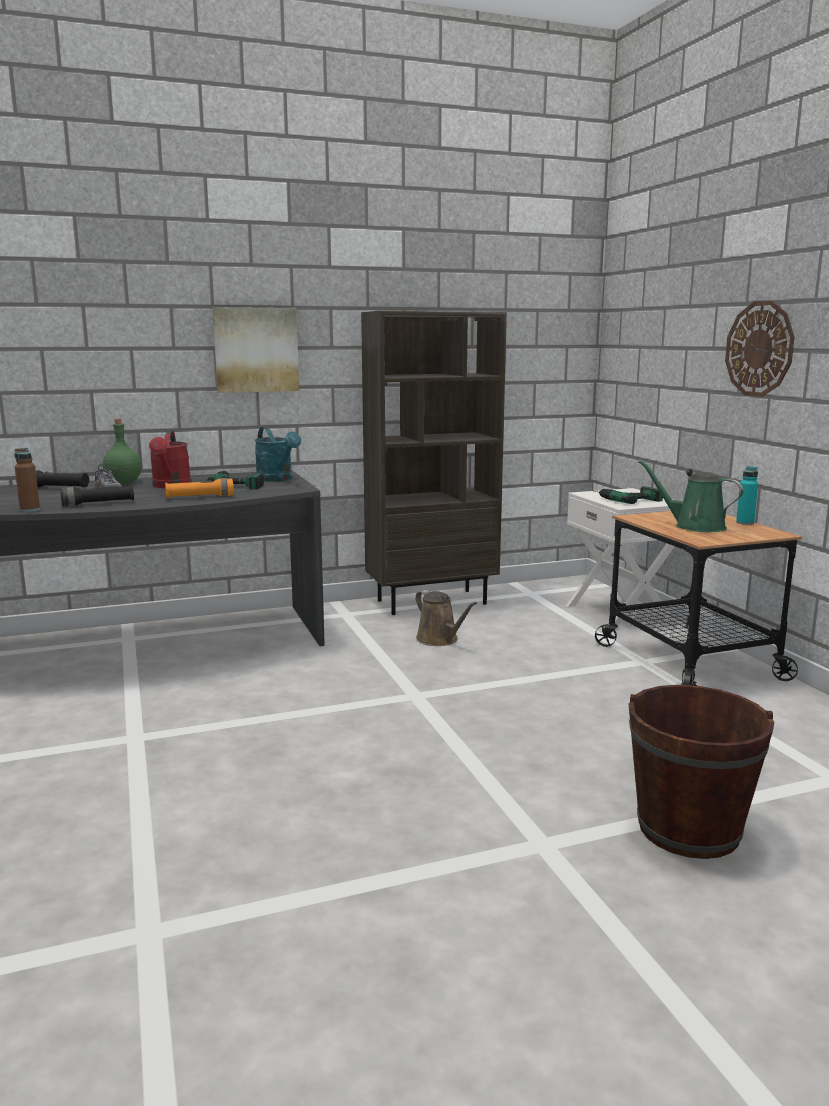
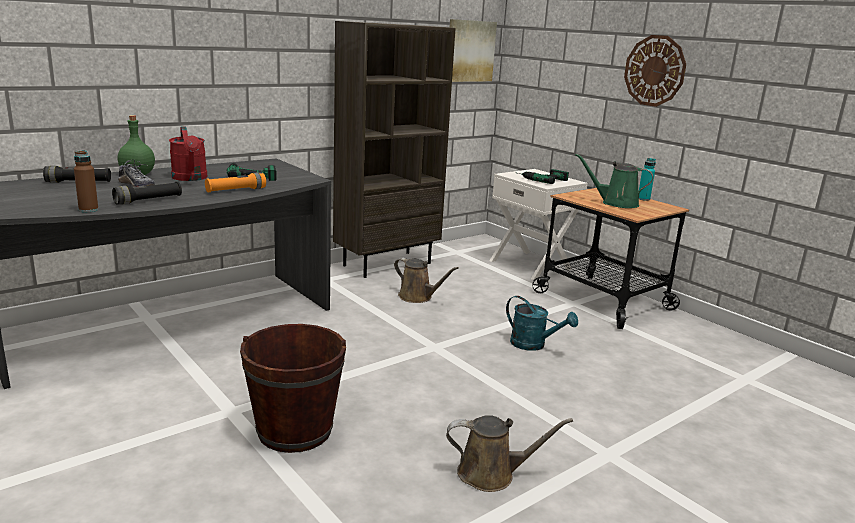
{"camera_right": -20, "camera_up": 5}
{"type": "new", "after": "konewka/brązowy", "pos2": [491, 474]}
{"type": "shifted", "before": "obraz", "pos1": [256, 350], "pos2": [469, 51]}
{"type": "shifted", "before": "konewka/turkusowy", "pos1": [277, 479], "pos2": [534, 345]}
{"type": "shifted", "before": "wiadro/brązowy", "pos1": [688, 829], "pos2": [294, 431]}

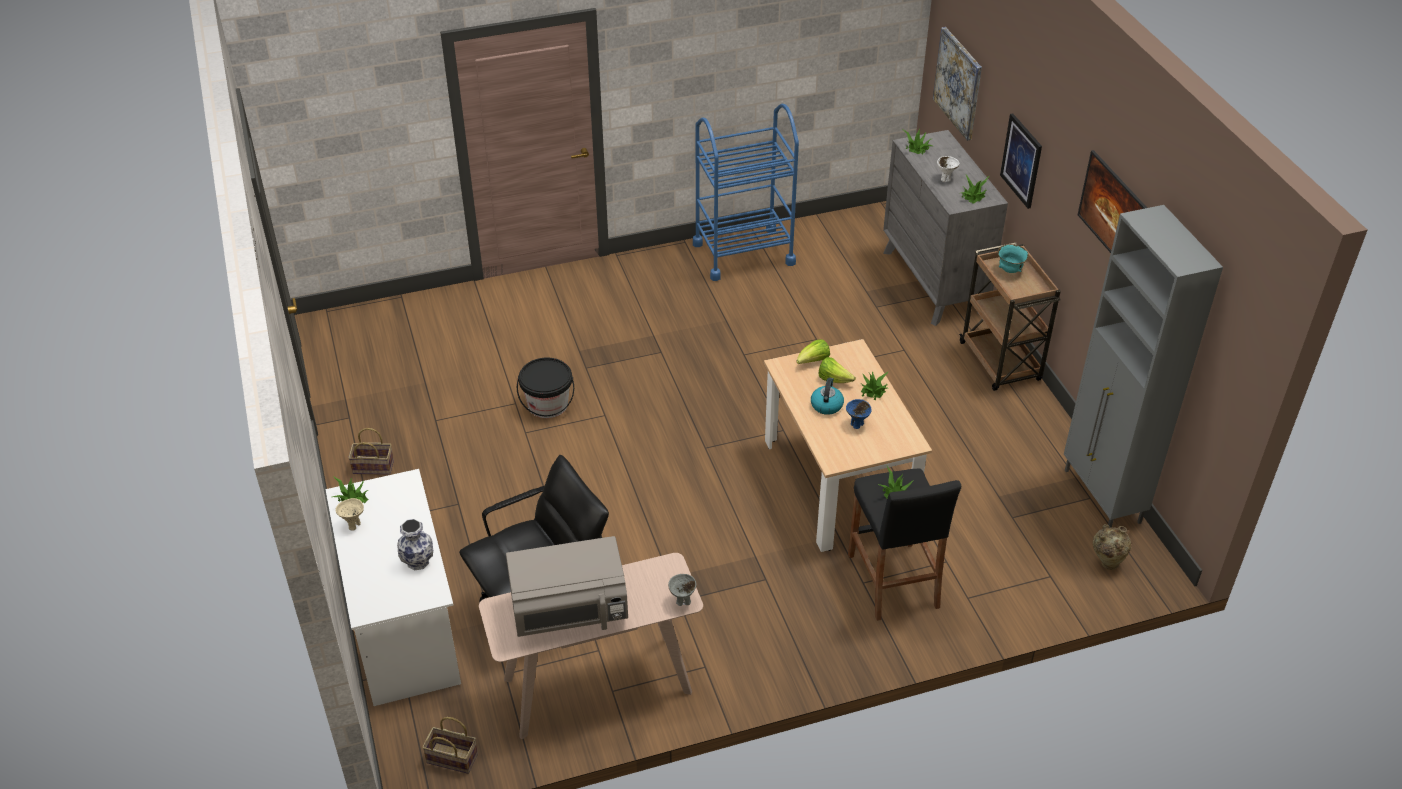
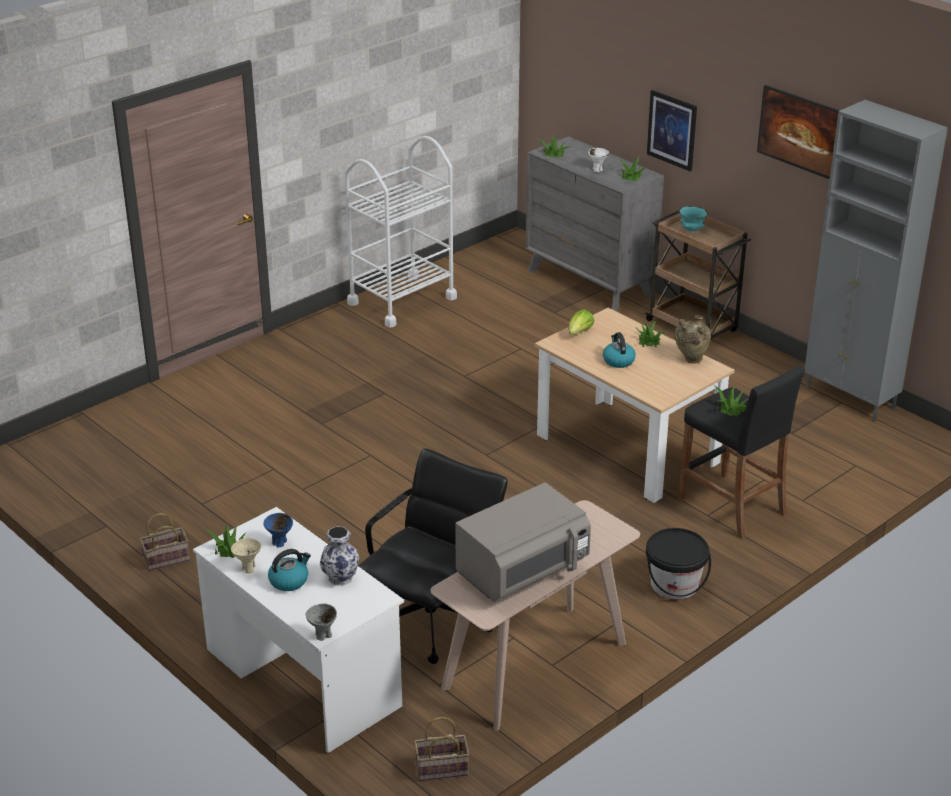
{"camera_right": -25, "camera_up": -10}
{"type": "gone", "before": "sałata", "pos1": [834, 379]}
{"type": "gone", "before": "obraz", "pos1": [958, 83]}
{"type": "new", "after": "czajnik", "pos2": [289, 580]}
{"type": "shifted", "before": "wiadro/czarny", "pos1": [548, 404], "pos2": [674, 584]}
{"type": "shifted", "before": "miska/szary", "pos1": [683, 601], "pos2": [323, 636]}
{"type": "shifted", "before": "miska/niebieski", "pos1": [857, 424], "pos2": [280, 543]}
{"type": "shifted", "before": "wazon/beżowy", "pos1": [1106, 563], "pos2": [690, 360]}
{"type": "repainted", "before": "wózek/niebieski", "after": "wózek/biały", "pos1": [743, 253], "pos2": [402, 300]}

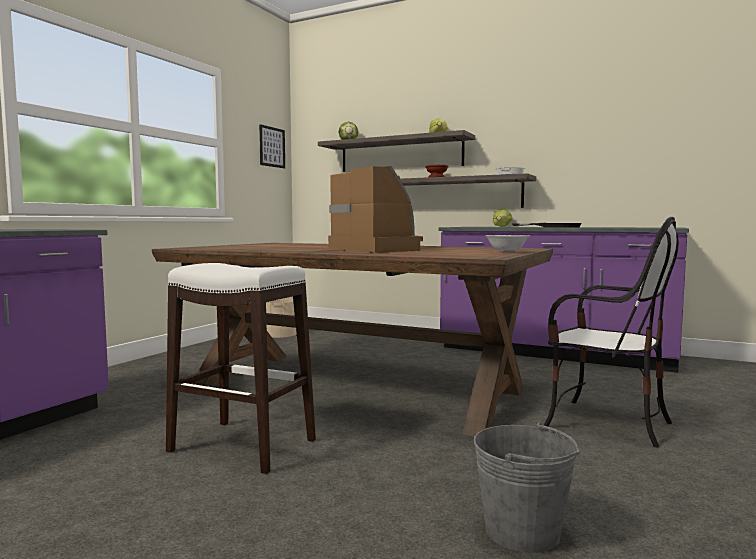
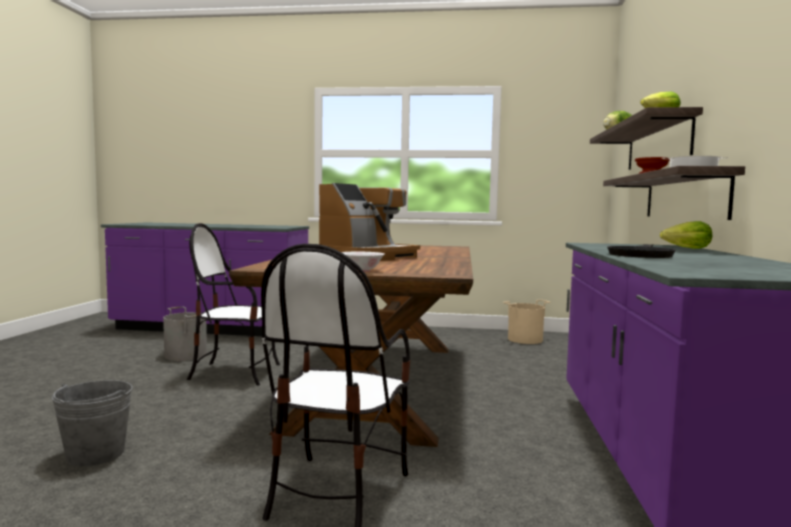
{"camera_right": 70, "camera_up": 0}
{"type": "gone", "before": "obraz", "pos1": [272, 147]}
{"type": "new", "after": "wiadro/szary", "pos2": [185, 355]}
{"type": "swapped", "before": "stołek/biały", "after": "krzesło", "pos1": [241, 445], "pos2": [236, 372]}

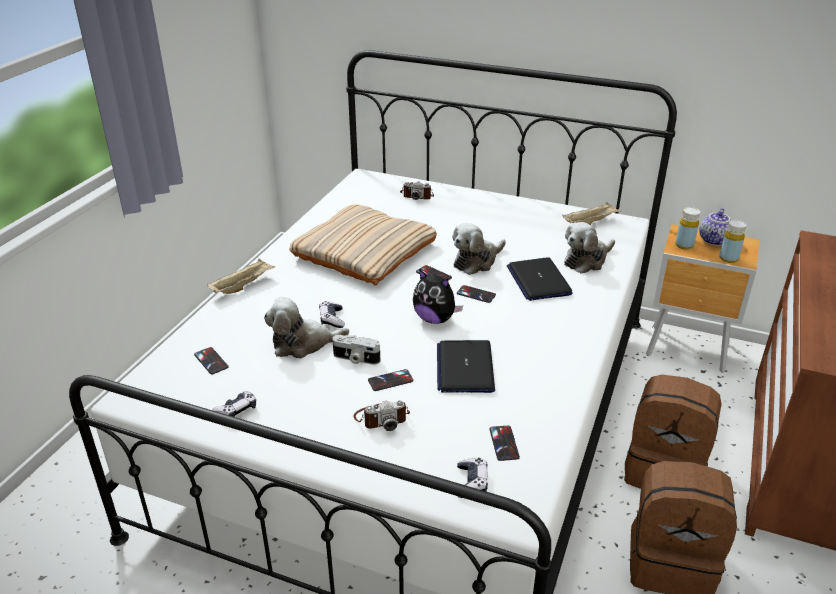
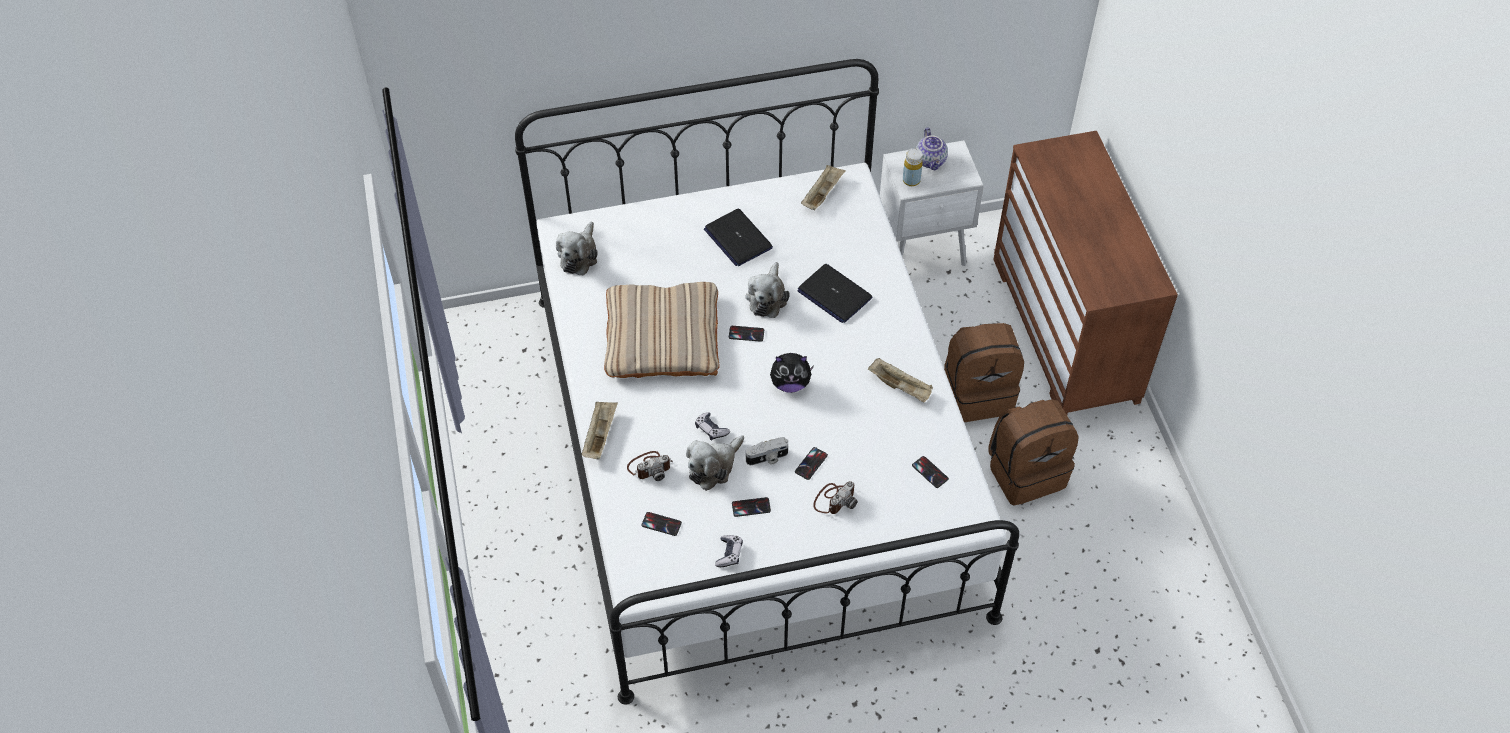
{"camera_right": -35, "camera_up": 20}
{"type": "gone", "before": "pad do gier", "pos1": [471, 482]}
{"type": "gone", "before": "butelka/żółty", "pos1": [728, 258]}
{"type": "new", "after": "taca/beżowy", "pos2": [900, 387]}
{"type": "shifted", "before": "aparat fotograficzny", "pos1": [417, 195], "pos2": [650, 467]}
{"type": "shifted", "before": "laptop", "pos1": [465, 367], "pos2": [737, 238]}
{"type": "shifted", "before": "telefon", "pos1": [476, 294], "pos2": [751, 507]}
{"type": "shifted", "before": "pluszak", "pos1": [587, 260], "pos2": [579, 255]}
{"type": "repainted", "before": "szafka nocna/brązowy", "after": "szafka nocna/biały", "pos1": [689, 350], "pos2": [924, 253]}

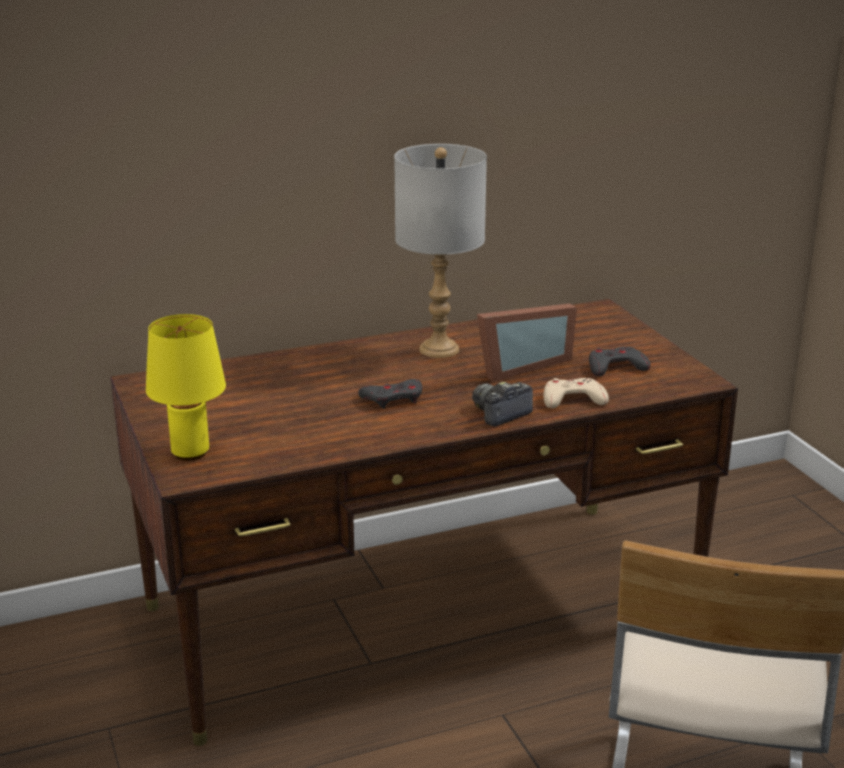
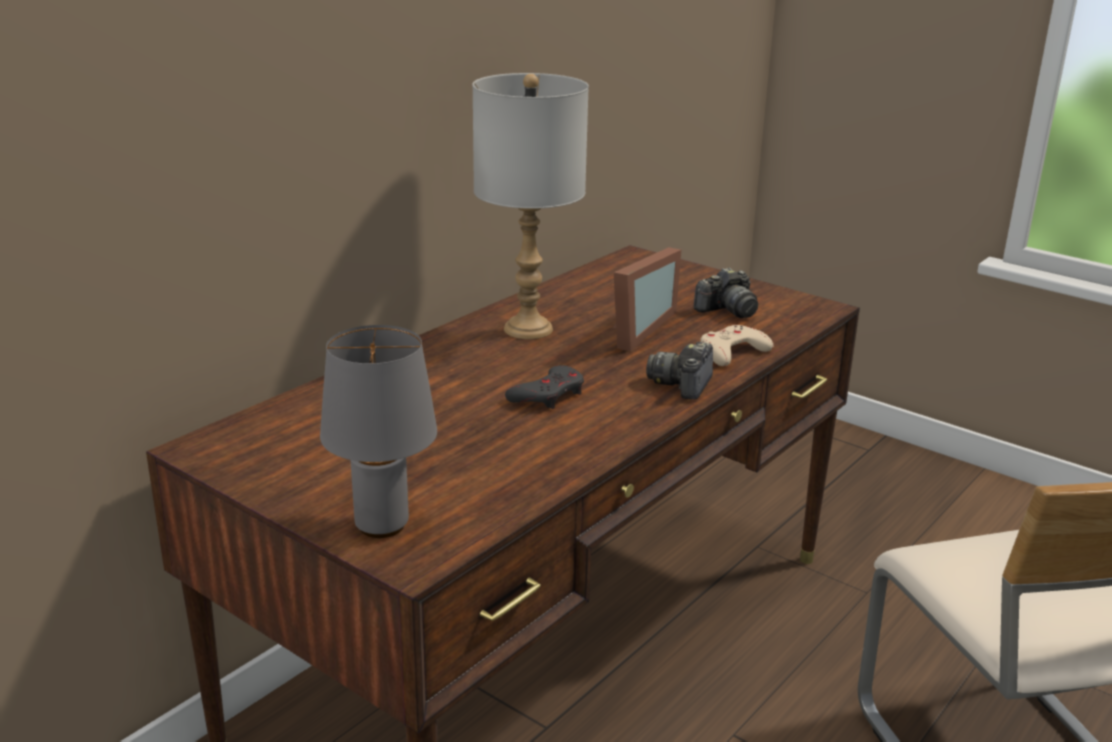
{"camera_right": -30, "camera_up": 0}
{"type": "swapped", "before": "pad do gier/szary", "after": "aparat fotograficzny", "pos1": [615, 367], "pos2": [727, 310]}
{"type": "repainted", "before": "lampa stołowa/żółty", "after": "lampa stołowa/szary", "pos1": [191, 452], "pos2": [382, 524]}

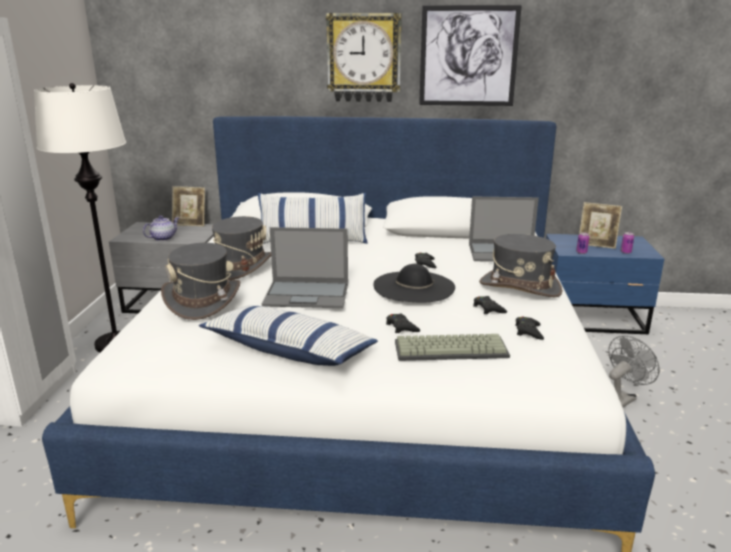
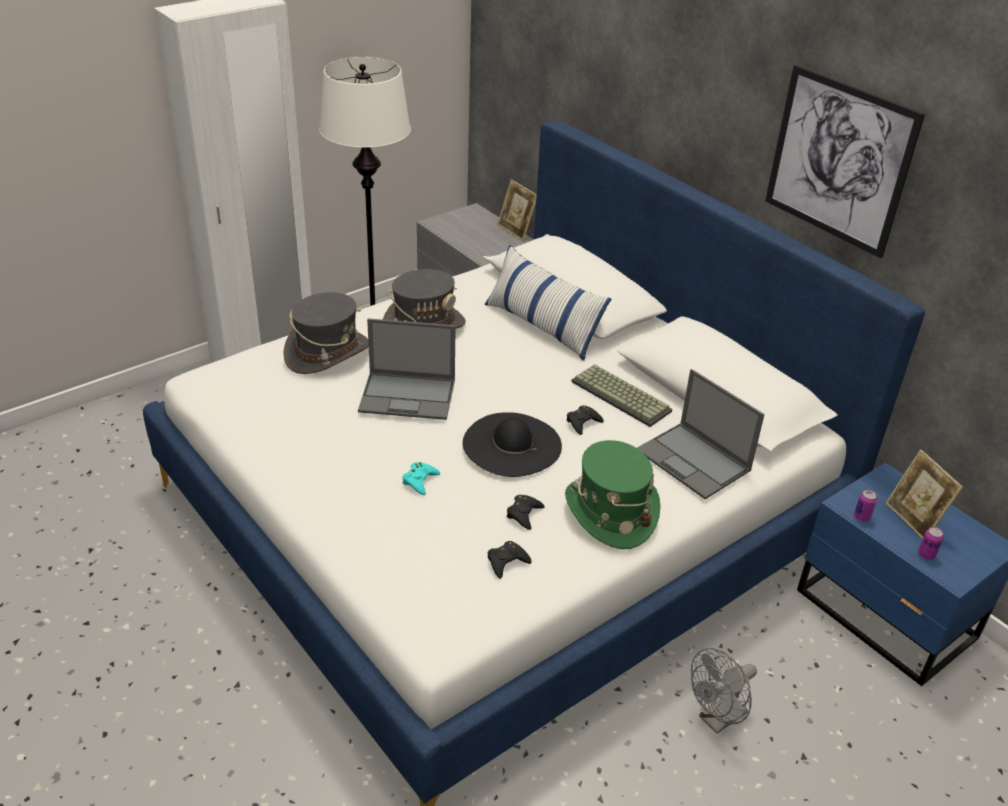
{"camera_right": 45, "camera_up": 15}
{"type": "gone", "before": "imbryk", "pos1": [163, 238]}
{"type": "gone", "before": "poduszka", "pos1": [289, 350]}
{"type": "gone", "before": "zegar ścienny", "pos1": [364, 58]}
{"type": "shifted", "before": "klawiatura", "pos1": [451, 348], "pos2": [622, 396]}
{"type": "repainted", "before": "pad do gier/czarny", "after": "pad do gier/turkusowy", "pos1": [401, 327], "pos2": [420, 481]}
{"type": "repainted", "before": "kapelusz/szary", "after": "kapelusz/zielony", "pos1": [519, 287], "pos2": [610, 512]}
{"type": "rotated", "before": "laptop", "pos1": [308, 294], "pos2": [409, 396], "turn": -45}
{"type": "rotated", "before": "wentylator/szary", "pos1": [622, 399], "pos2": [717, 719], "turn": 135}

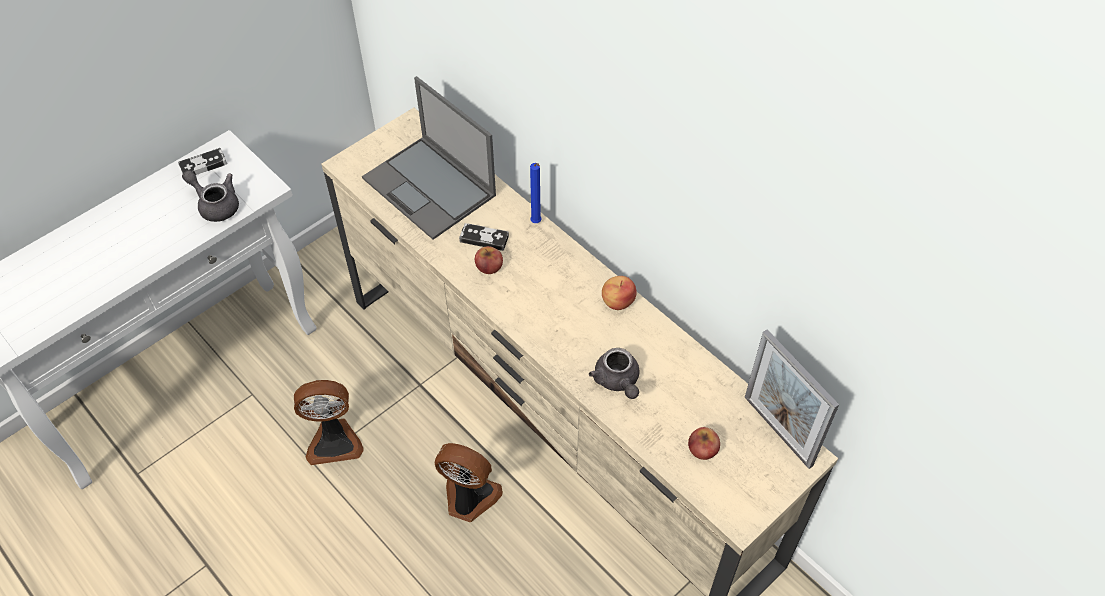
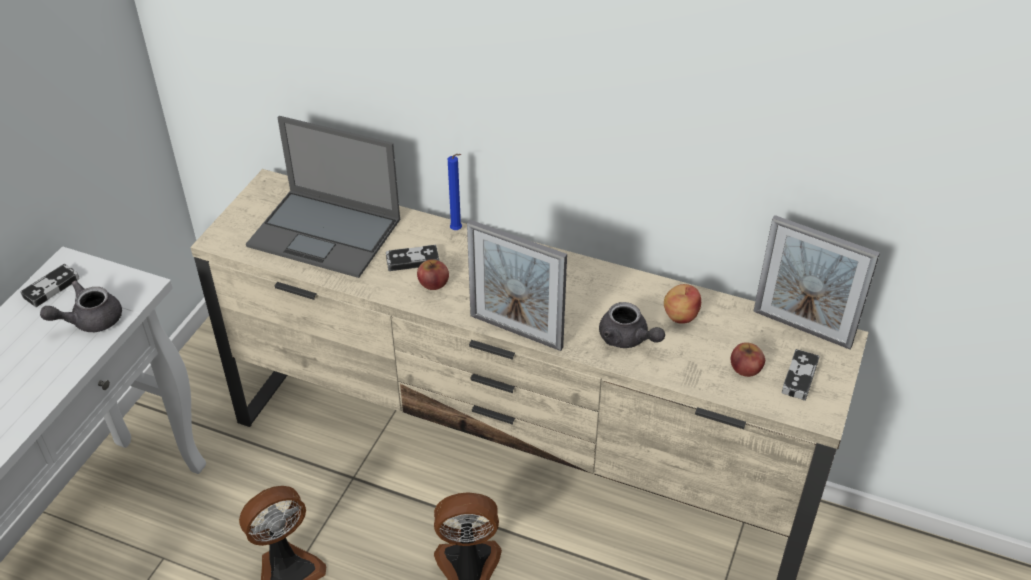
{"camera_right": -25, "camera_up": -10}
{"type": "new", "after": "ramka na zdjęcie", "pos2": [516, 331]}
{"type": "new", "after": "pad do gier", "pos2": [799, 377]}
{"type": "shifted", "before": "jabłko", "pos1": [618, 301], "pos2": [680, 315]}
{"type": "rotated", "before": "imbryk/szary", "pos1": [216, 205], "pos2": [89, 320], "turn": -45}

